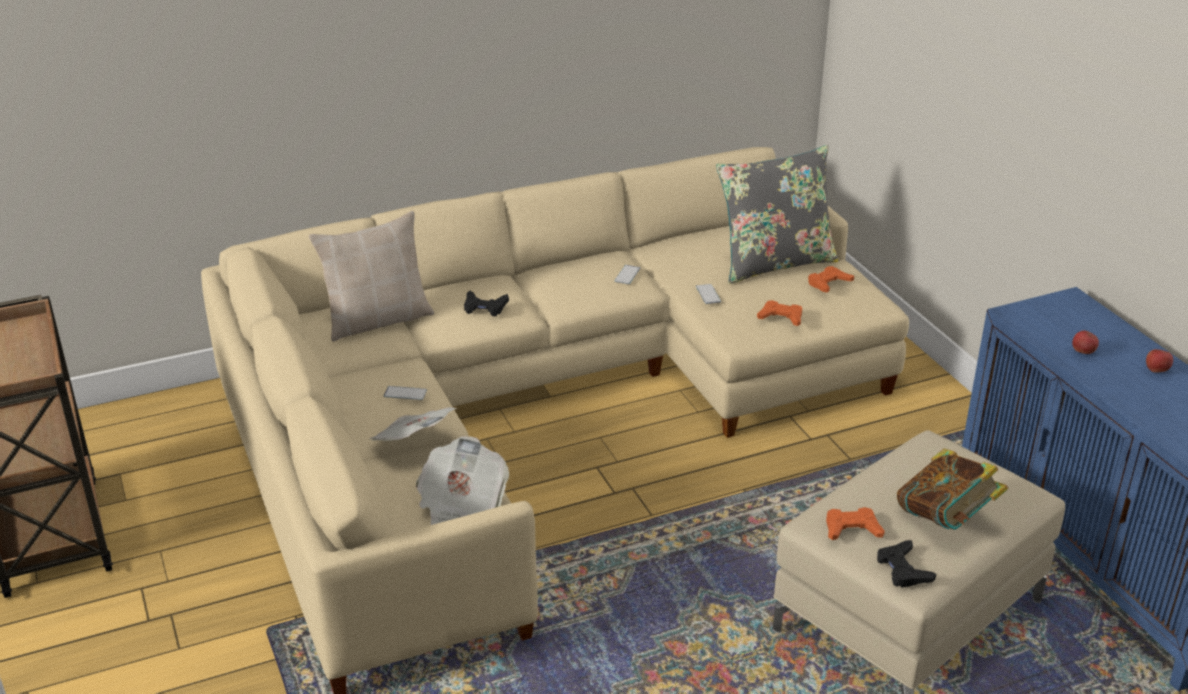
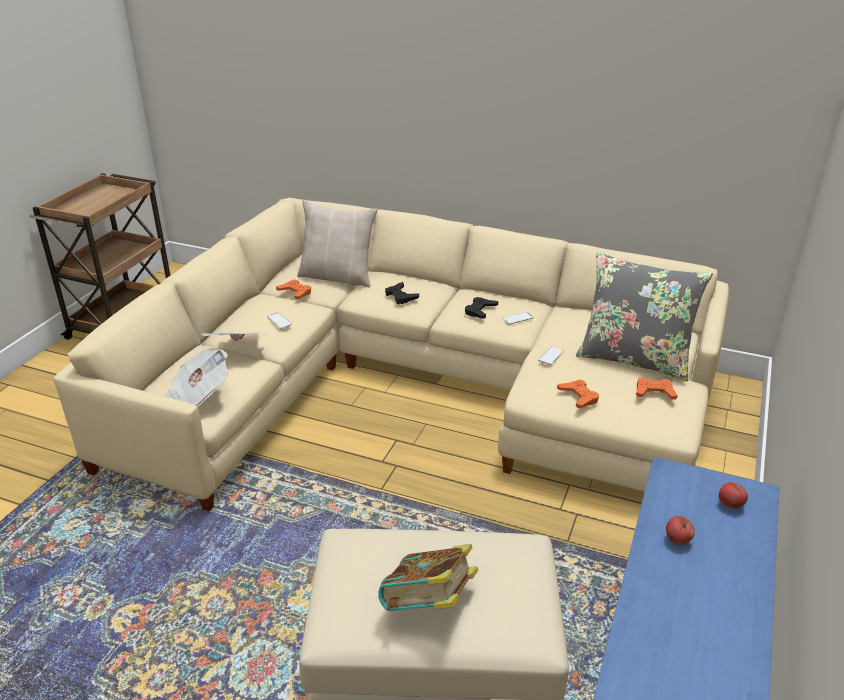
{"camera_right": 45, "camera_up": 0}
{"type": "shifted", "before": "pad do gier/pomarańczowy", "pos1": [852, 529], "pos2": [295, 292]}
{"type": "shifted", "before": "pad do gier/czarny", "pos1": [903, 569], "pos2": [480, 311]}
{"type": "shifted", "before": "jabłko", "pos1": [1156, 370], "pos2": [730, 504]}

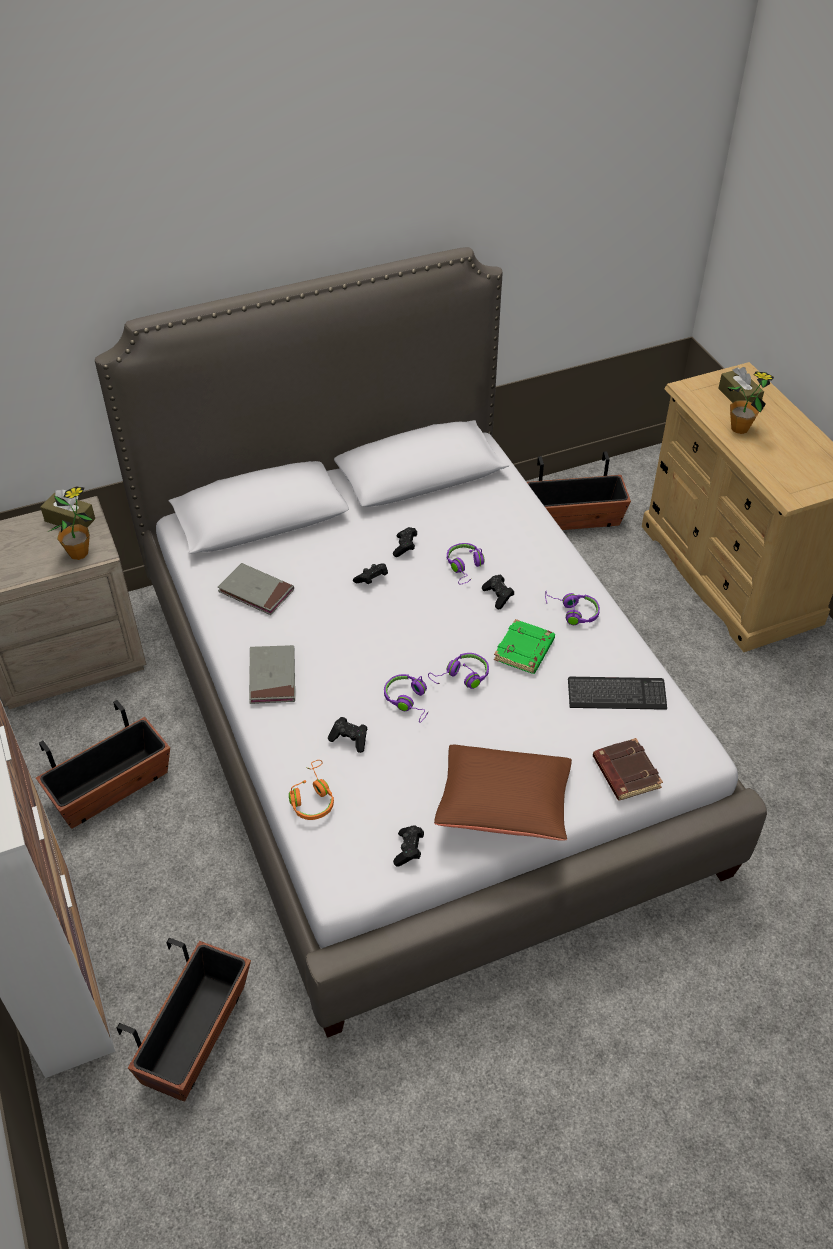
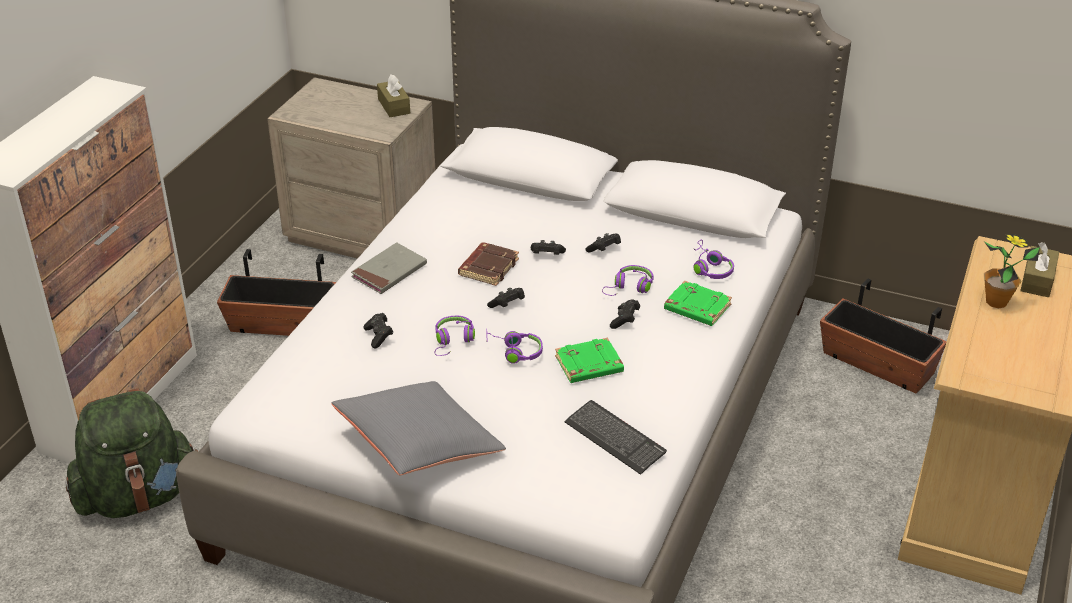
{"camera_right": 45, "camera_up": -10}
{"type": "gone", "before": "roślina doniczkowa", "pos1": [78, 553]}
{"type": "gone", "before": "książka/szary", "pos1": [256, 591]}
{"type": "gone", "before": "słuchawki/pomarańczowy", "pos1": [312, 797]}
{"type": "new", "after": "książka/zielony", "pos2": [696, 308]}
{"type": "shifted", "before": "pad do gier/czarny", "pos1": [408, 850], "pos2": [507, 305]}
{"type": "shifted", "before": "słuchawki/fioletowy", "pos1": [572, 612], "pos2": [709, 268]}
{"type": "shifted", "before": "książka/brązowy", "pos1": [625, 772], "pos2": [488, 267]}
{"type": "swapped", "before": "donica", "after": "plecak/zielony", "pos1": [196, 1035], "pos2": [138, 497]}
{"type": "repainted", "before": "poduszka/brązowy", "after": "poduszka/szary", "pos1": [504, 805], "pos2": [419, 445]}

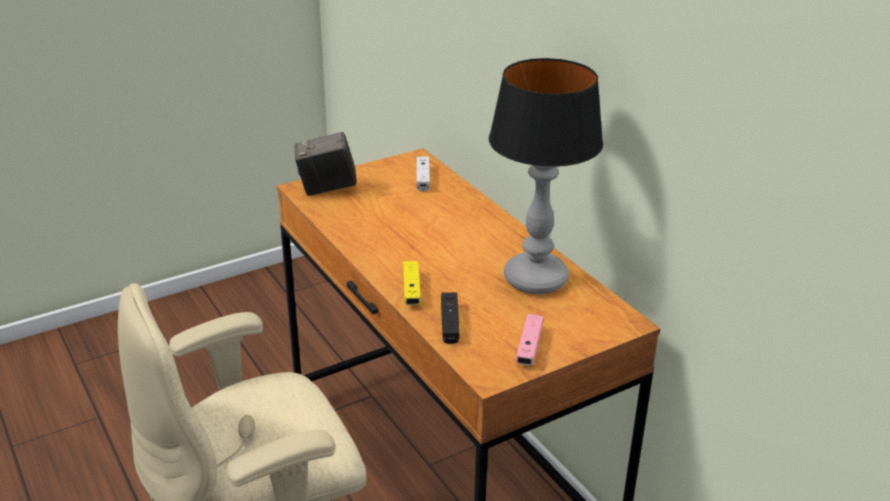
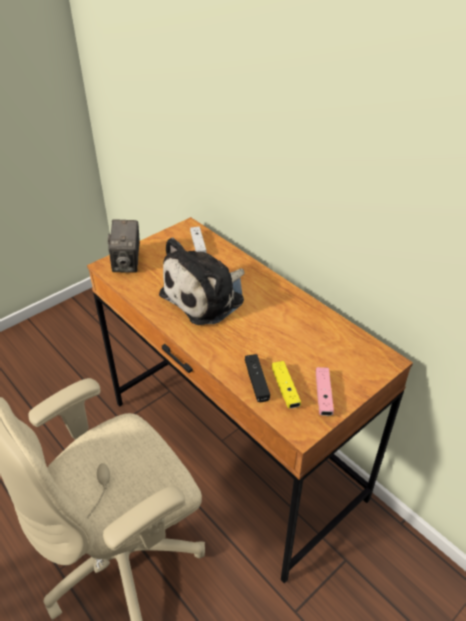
{"camera_right": -10, "camera_up": 10}
{"type": "gone", "before": "lampa stołowa", "pos1": [536, 280]}
{"type": "new", "after": "pluszak", "pos2": [206, 296]}
{"type": "shifted", "before": "pad do gier/żółty", "pos1": [411, 290], "pos2": [285, 389]}
{"type": "rotated", "before": "aparat fotograficzny", "pos1": [327, 188], "pos2": [127, 263], "turn": -75}

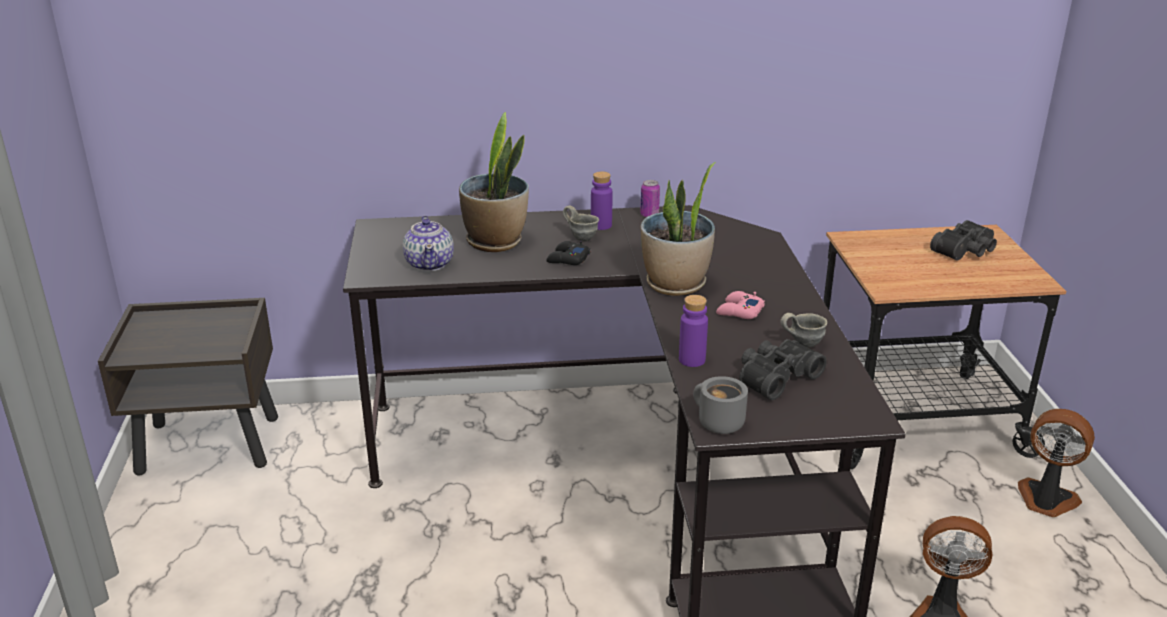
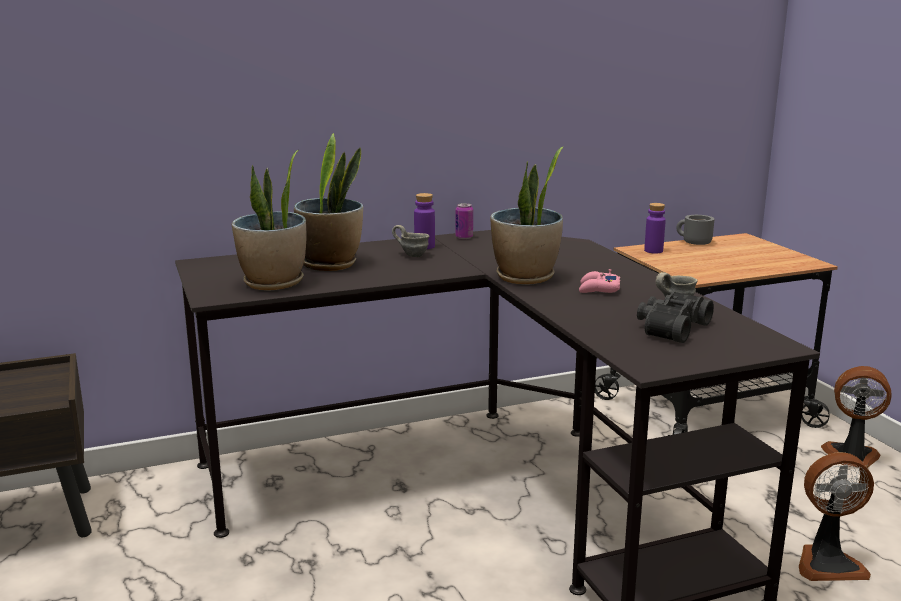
{"camera_right": -15, "camera_up": -10}
{"type": "gone", "before": "pad do gier/czarny", "pos1": [567, 259]}
{"type": "gone", "before": "lornetka/czarny", "pos1": [966, 251]}
{"type": "shifted", "before": "butelka/fioletowy", "pos1": [692, 360], "pos2": [653, 251]}
{"type": "shifted", "before": "kubek/szary", "pos1": [716, 423], "pos2": [694, 242]}
{"type": "swapped", "before": "imbryk", "after": "roślina doniczkowa", "pos1": [430, 263], "pos2": [273, 283]}

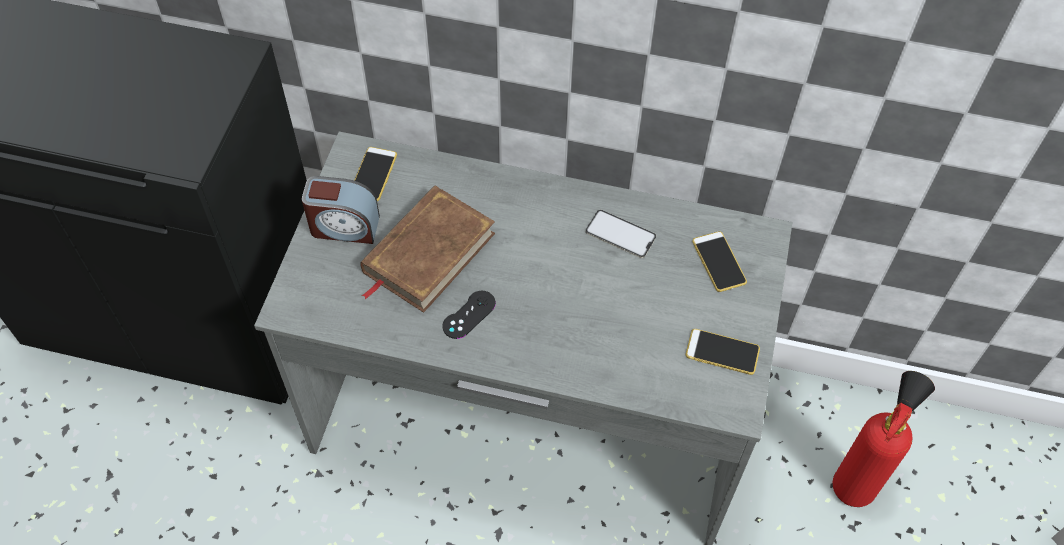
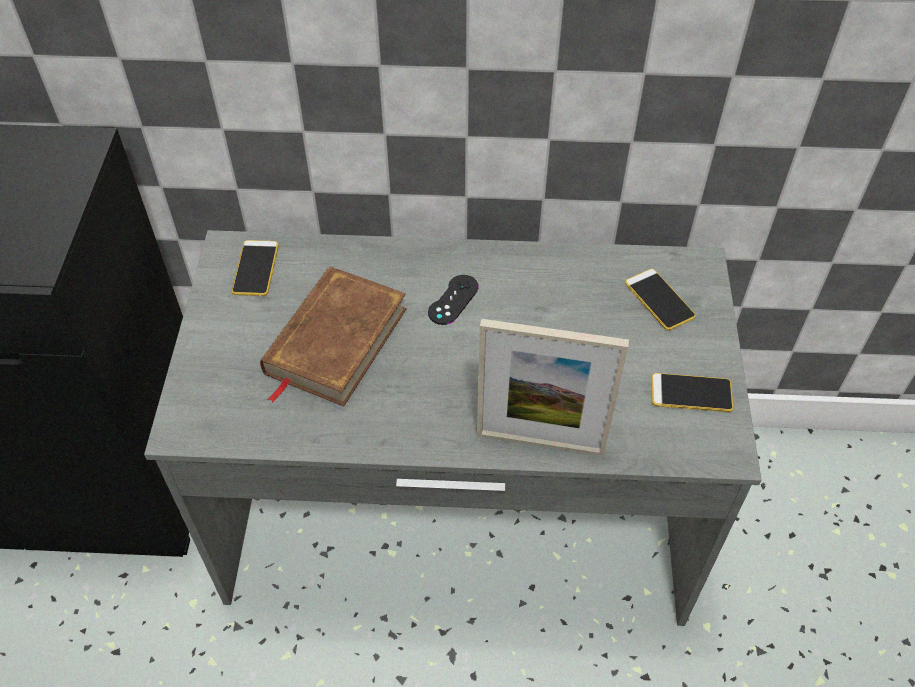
{"camera_right": -10, "camera_up": -5}
{"type": "gone", "before": "budzik", "pos1": [344, 226]}
{"type": "gone", "before": "telefon", "pos1": [620, 234]}
{"type": "gone", "before": "gaśnica", "pos1": [857, 480]}
{"type": "new", "after": "ramka na zdjęcie", "pos2": [540, 442]}
{"type": "shifted", "before": "pad do gier/czarny", "pos1": [469, 315], "pos2": [453, 300]}

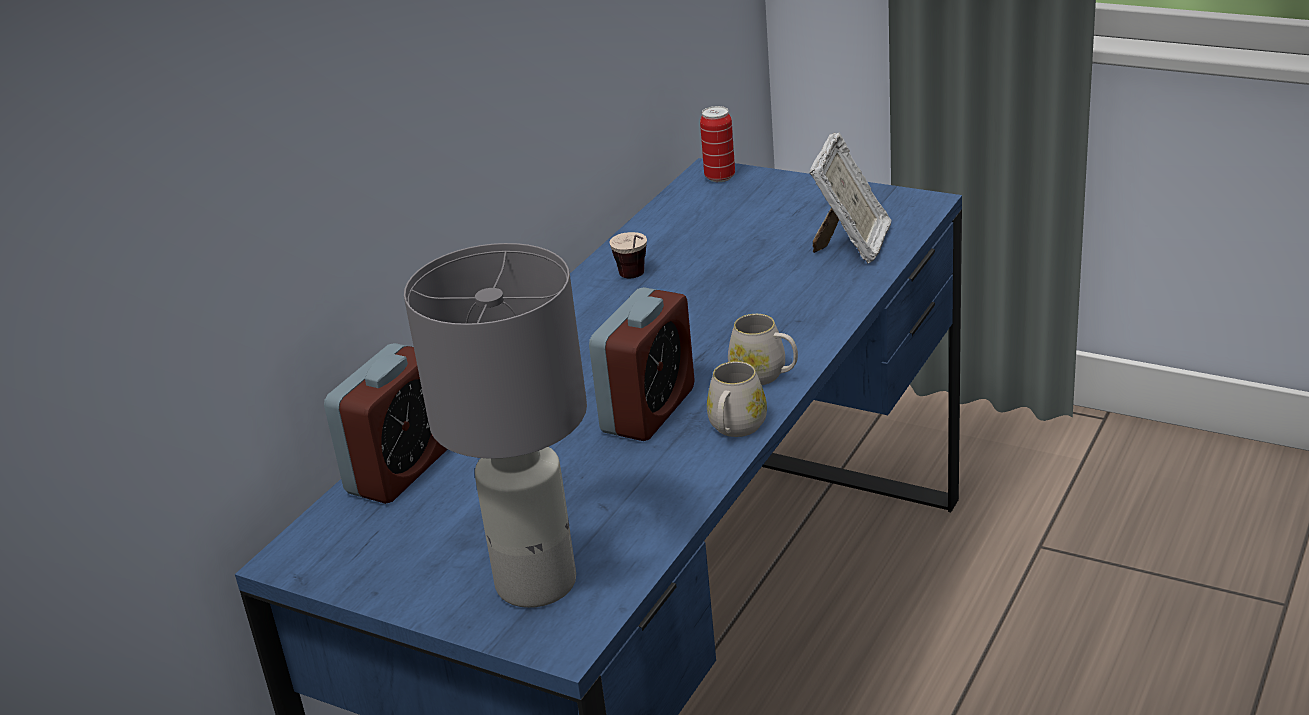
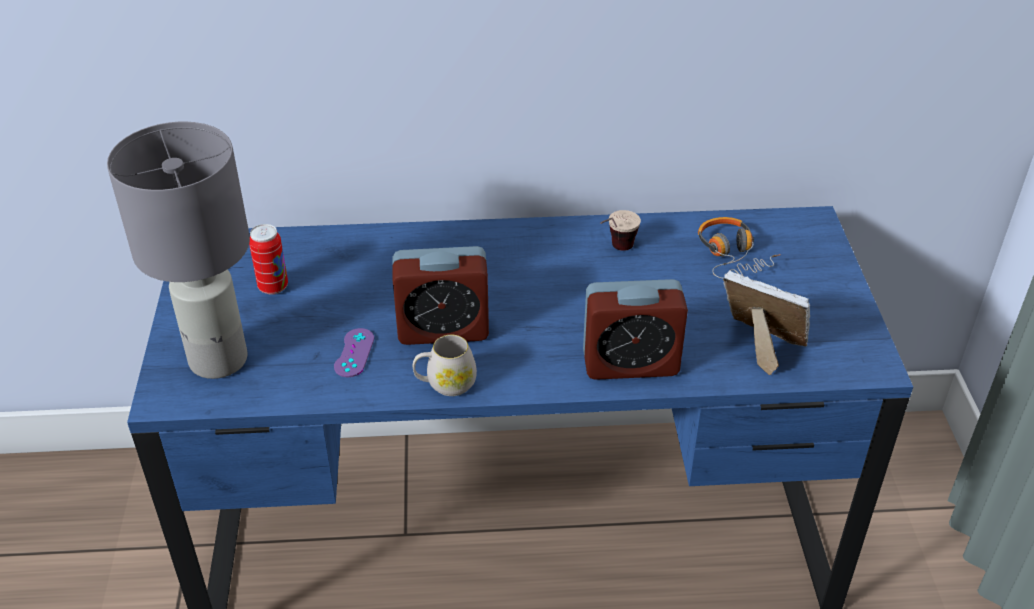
{"camera_right": 55, "camera_up": 10}
{"type": "gone", "before": "kubek/biały", "pos1": [764, 375]}
{"type": "new", "after": "pad do gier/fioletowy", "pos2": [354, 353]}
{"type": "new", "after": "słuchawki", "pos2": [732, 255]}
{"type": "shifted", "before": "budzik", "pos1": [400, 470], "pos2": [630, 364]}
{"type": "shifted", "before": "puszka", "pos1": [720, 177], "pos2": [273, 287]}
{"type": "rotated", "before": "ramka na zdjęcie", "pos1": [852, 245], "pos2": [762, 348], "turn": -135}

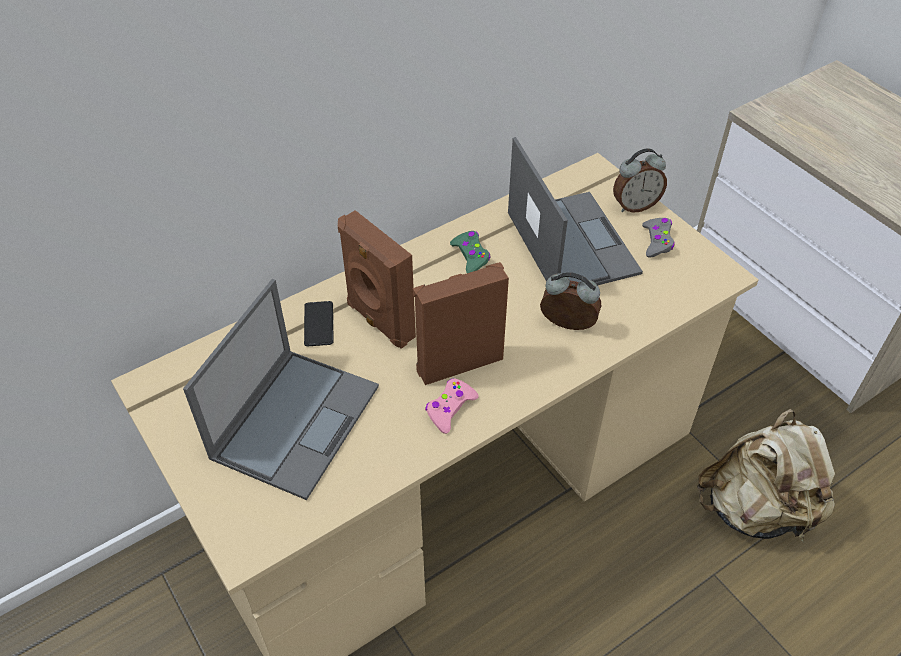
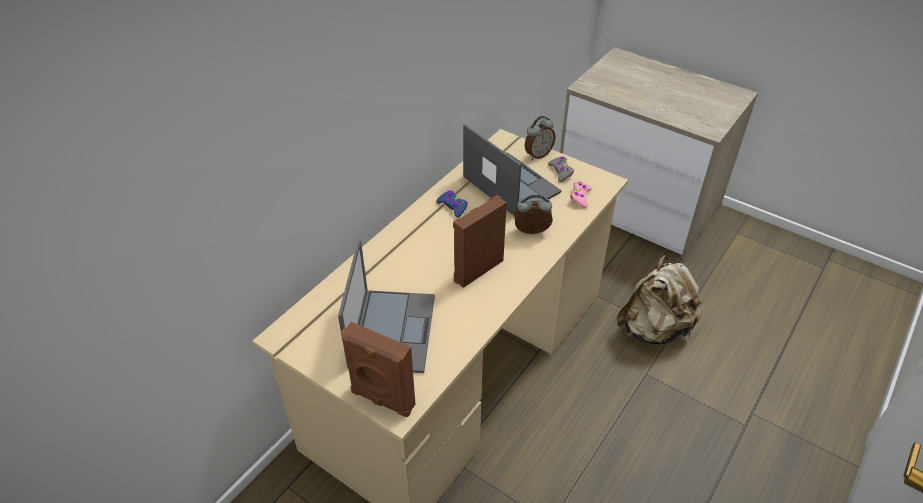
{"camera_right": -20, "camera_up": -5}
{"type": "gone", "before": "telefon", "pos1": [319, 324]}
{"type": "shifted", "before": "głośnik/brązowy", "pos1": [379, 321], "pos2": [381, 400]}
{"type": "shifted", "before": "pad do gier/różowy", "pos1": [450, 409], "pos2": [580, 197]}
{"type": "repainted", "before": "pad do gier/zielony", "after": "pad do gier/niebieski", "pos1": [471, 256], "pos2": [453, 206]}

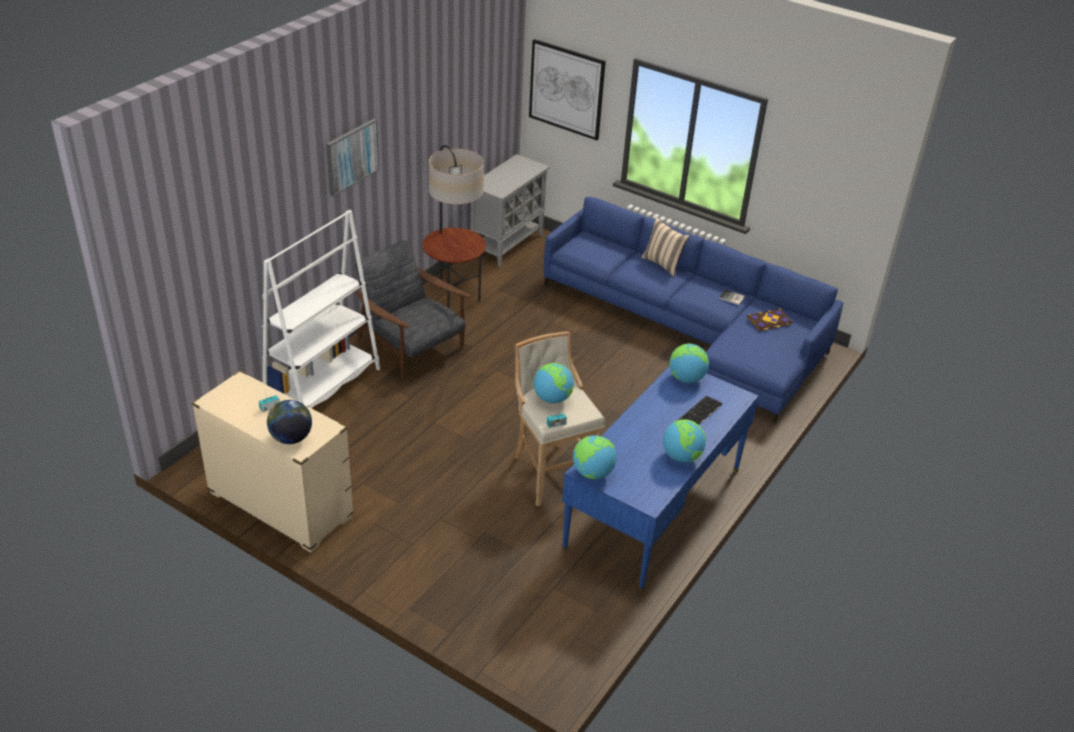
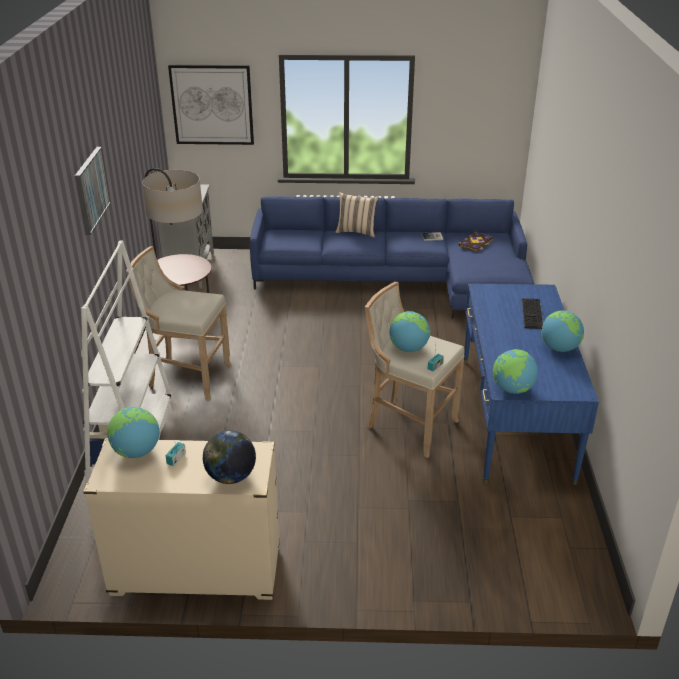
{"camera_right": -30, "camera_up": -5}
{"type": "shifted", "before": "globus", "pos1": [686, 378], "pos2": [136, 452]}
{"type": "swapped", "before": "fotel/szary", "after": "stołek/beżowy", "pos1": [411, 347], "pos2": [187, 377]}

